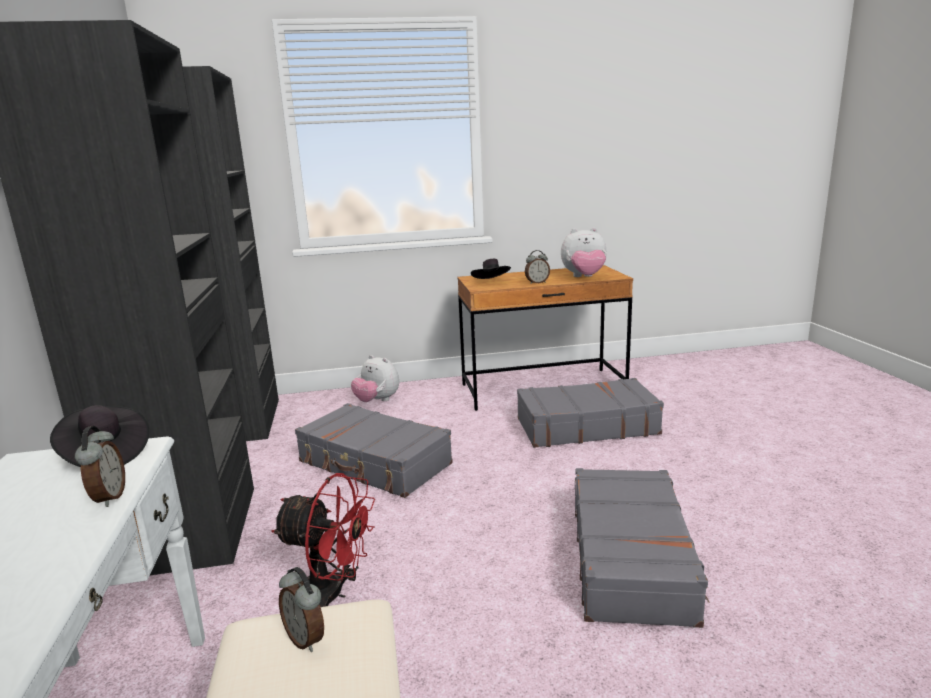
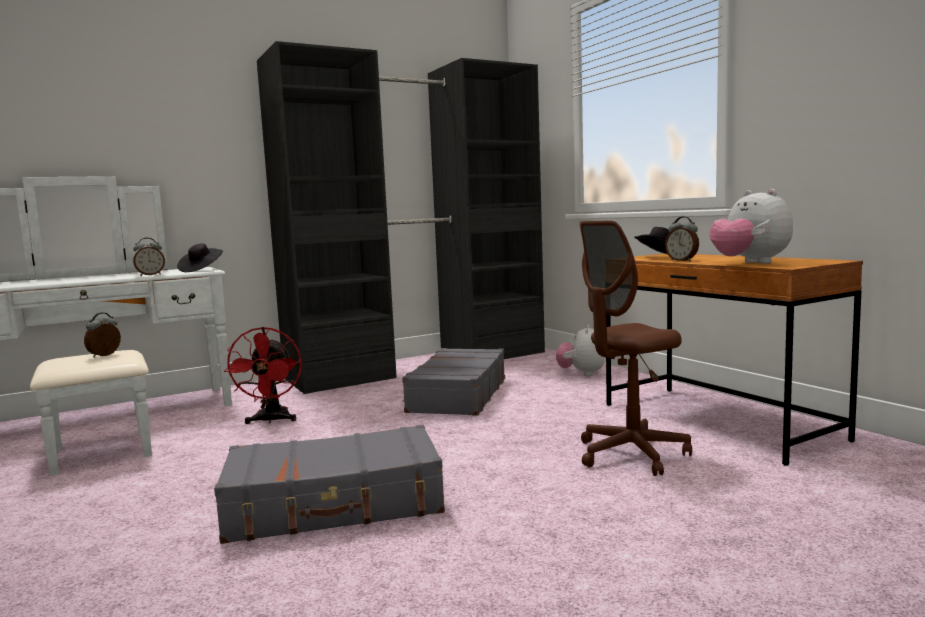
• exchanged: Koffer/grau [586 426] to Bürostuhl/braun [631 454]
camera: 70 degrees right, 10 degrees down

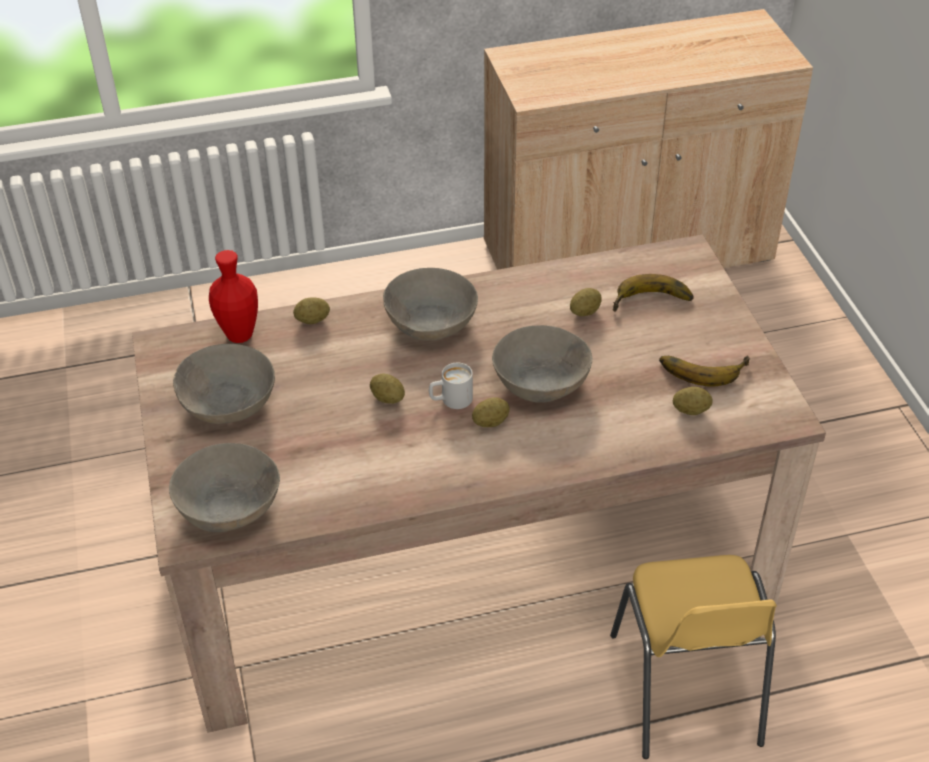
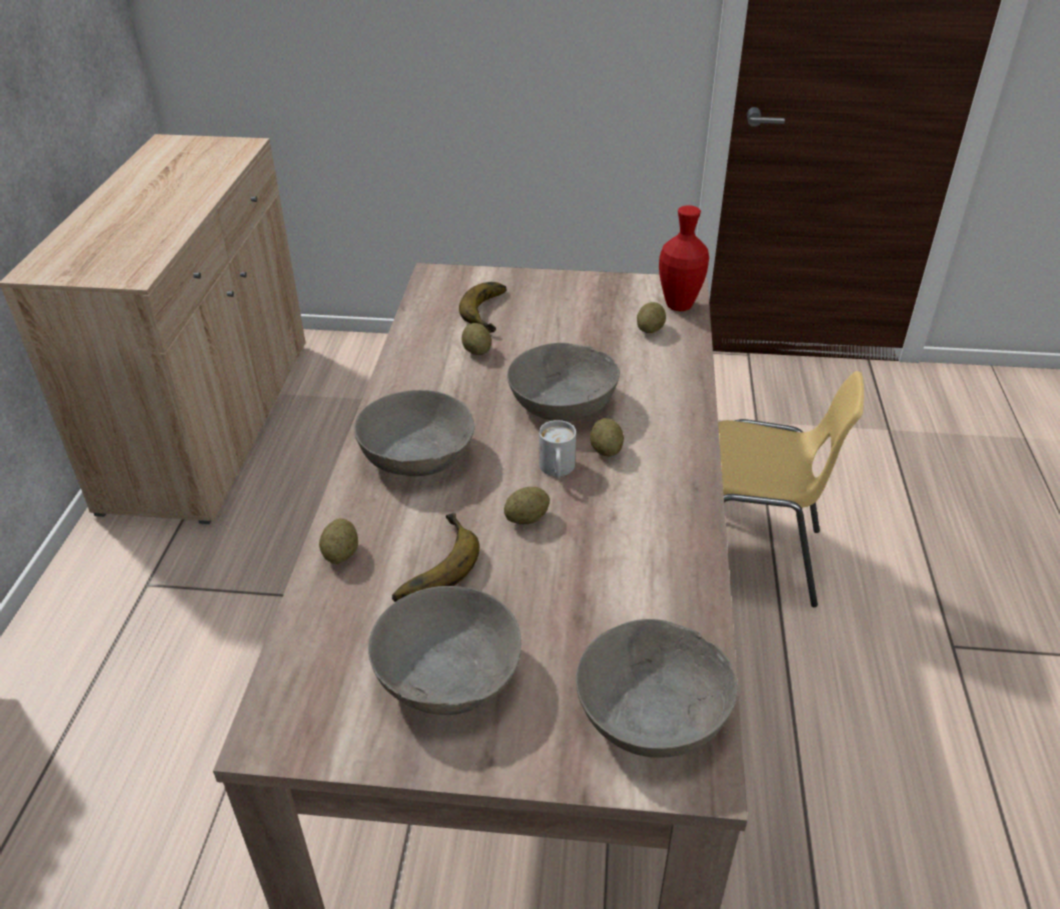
• relocated: Vase/rot [239 335] to [679 305]
• relocated: Banane [702 367] to [429 565]
camera: 70 degrees left, 5 degrees down

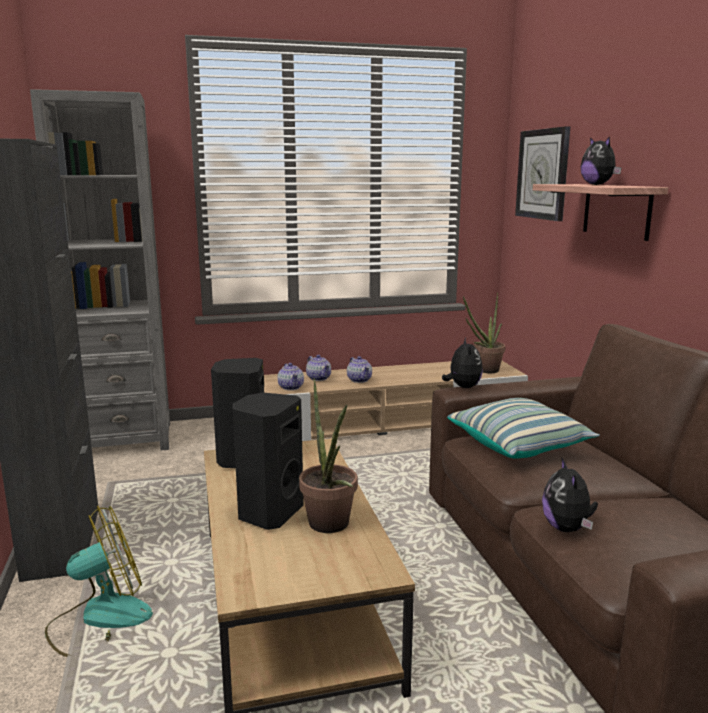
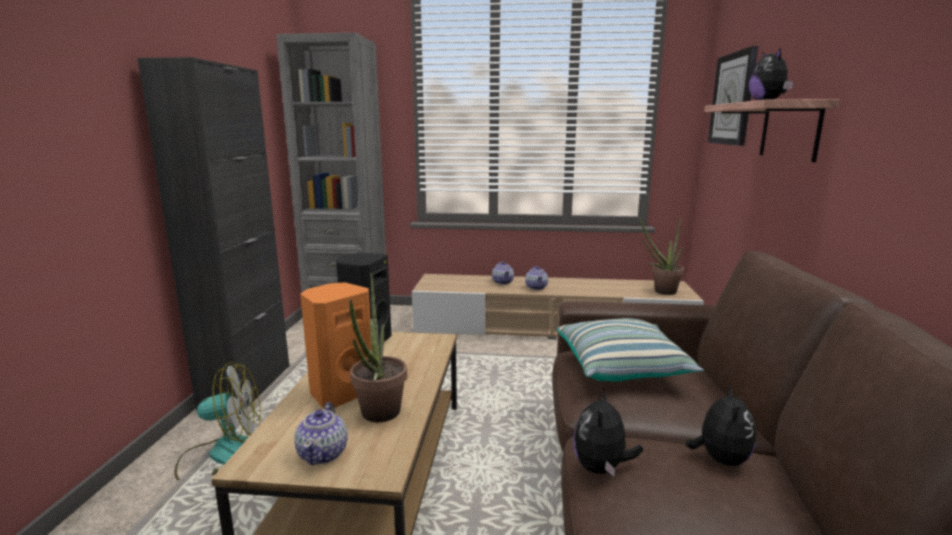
• colour: Lautsprecher/schwarz [268 513] to Lautsprecher/orange [341 393]
• relocated: Teekanne [291 387] to [323 453]
• relocated: Plüschtier [462 387] to [719 459]
camera: 20 degrees right, 0 degrees up

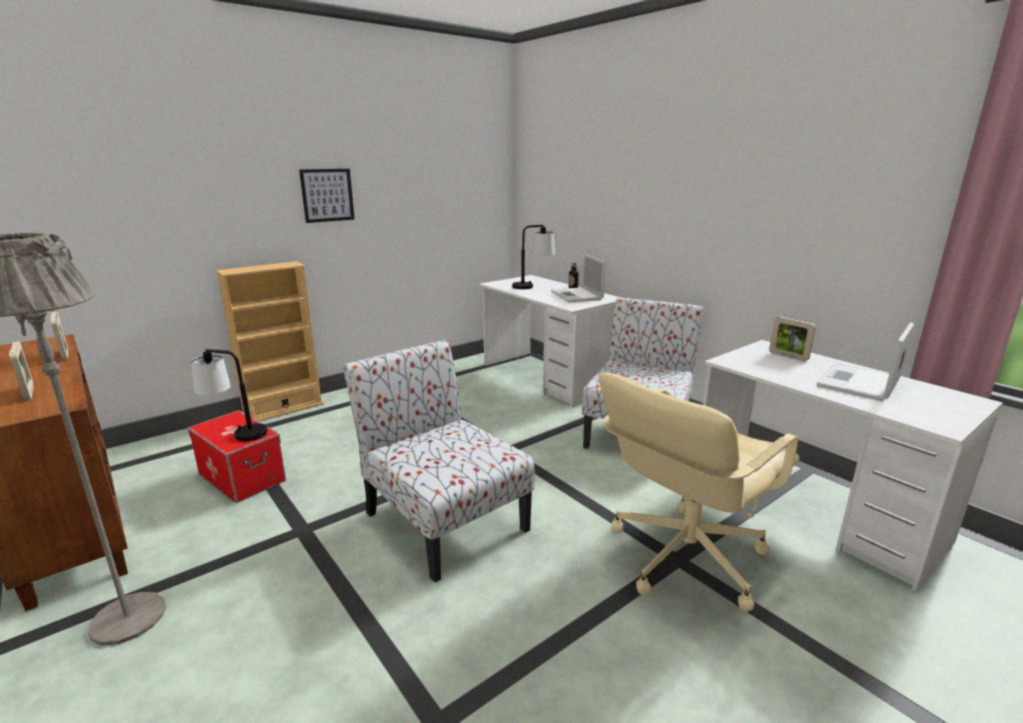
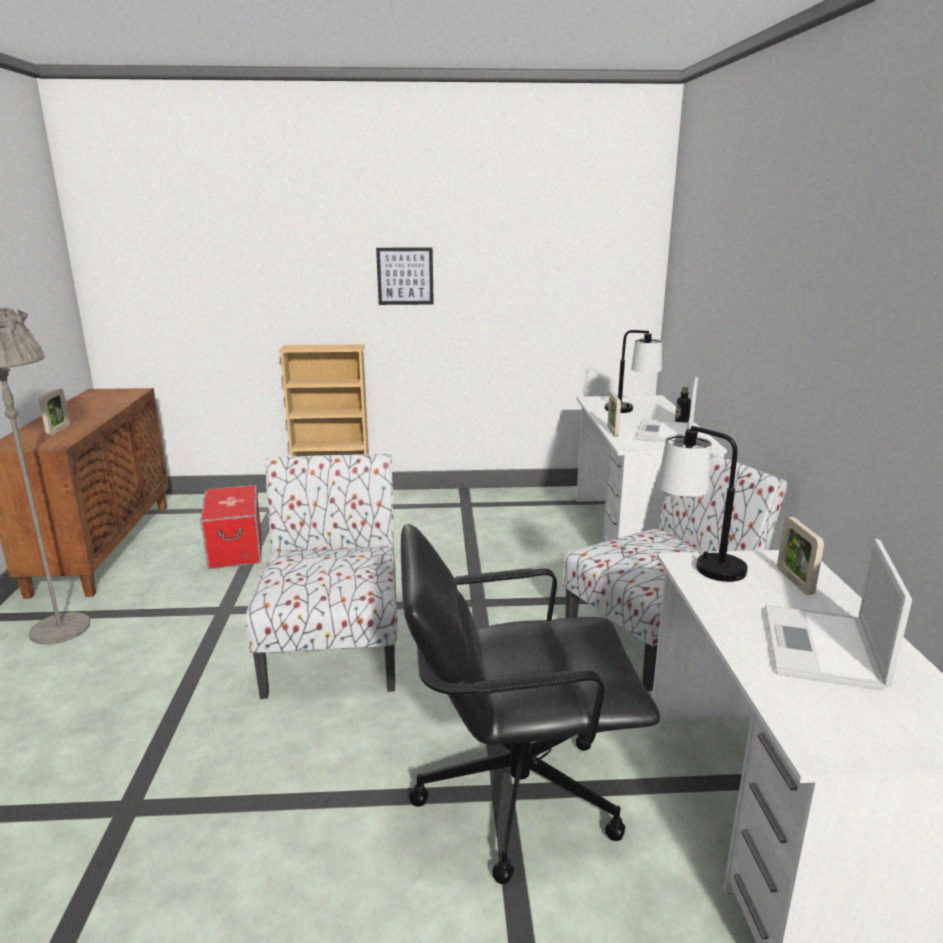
• relocated: Bilderrahmen [65 355] to [612 431]
• relocated: Tischlampe [236 434] to [697 564]
• colour: Bürostuhl/beige [684 556] to Bürostuhl/schwarz [515 793]
• spun: Laptop [858 383] = [823 649] 60 degrees counterclockwise
camera: 35 degrees right, 0 degrees up

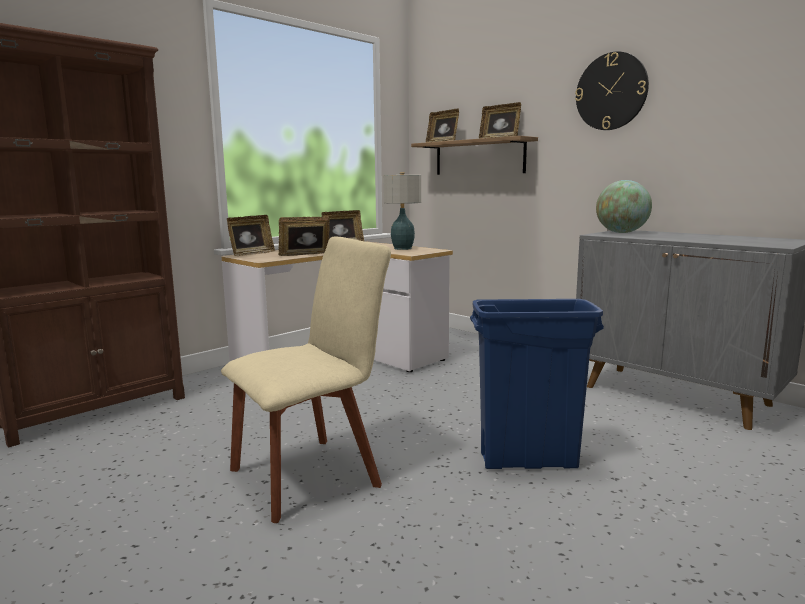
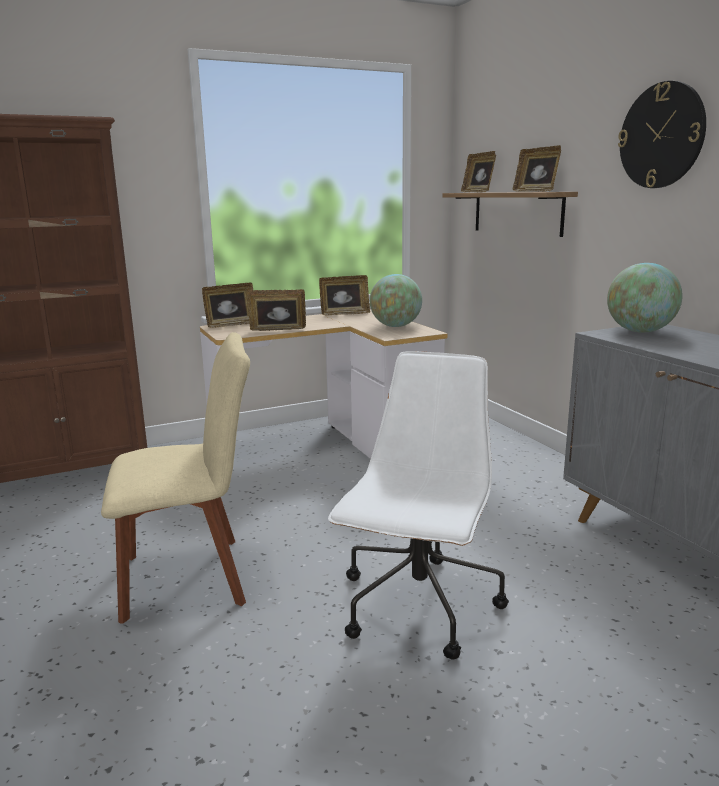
• exchanged: Tischlampe [403 248] to Globus [395 326]
• exchanged: Mülleimer/blau [529 461] to Bürostuhl/weiß [419 607]
camera: 20 degrees right, 5 degrees up

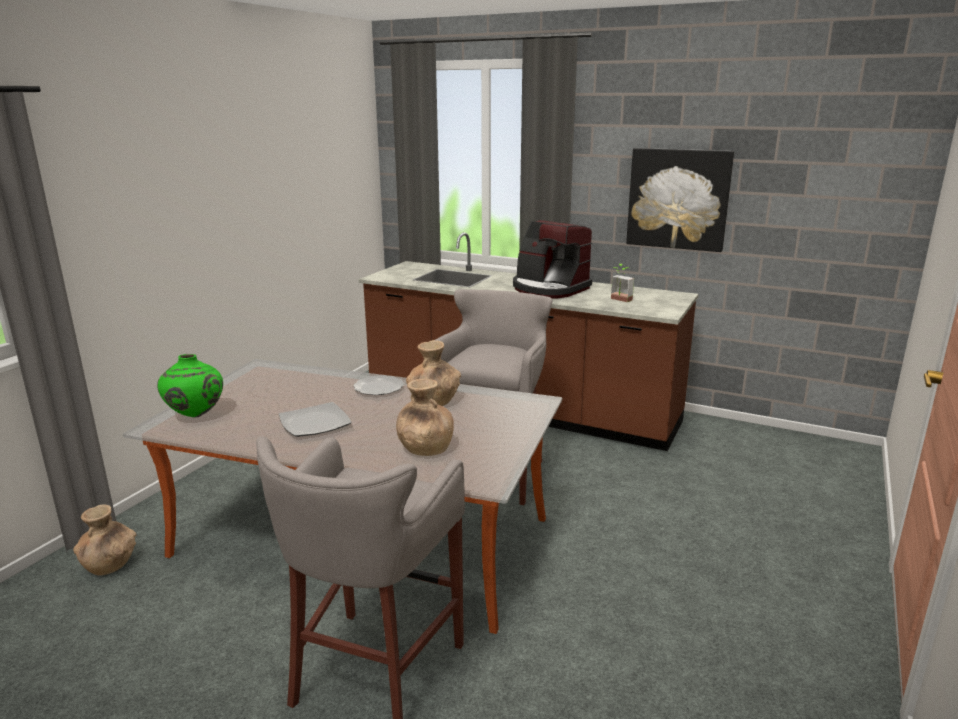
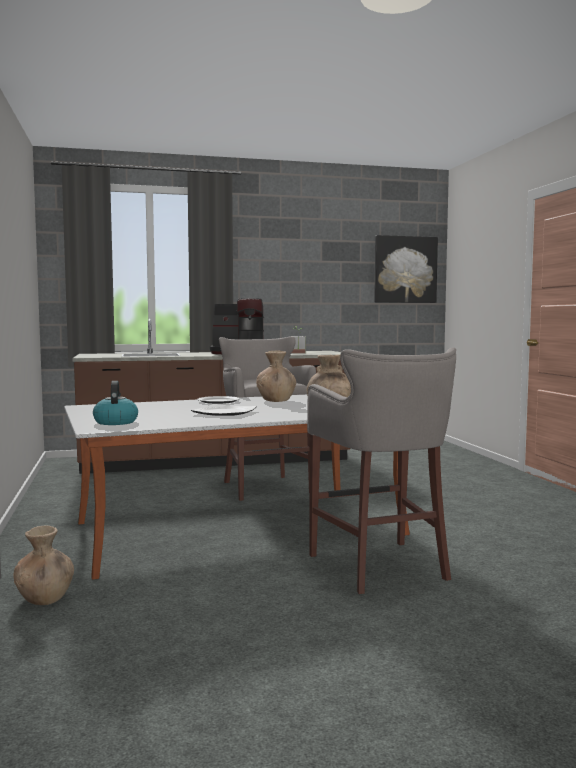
• exchanged: Vase/grün [195 416] to Wasserkessel [115 422]
• relocated: Bild [678 199] to [405 269]
camera: 40 degrees left, 15 degrees down

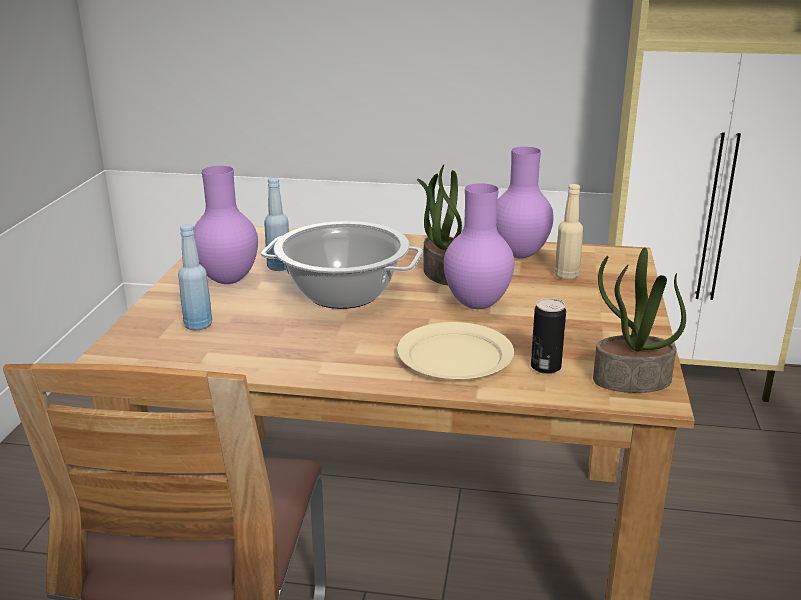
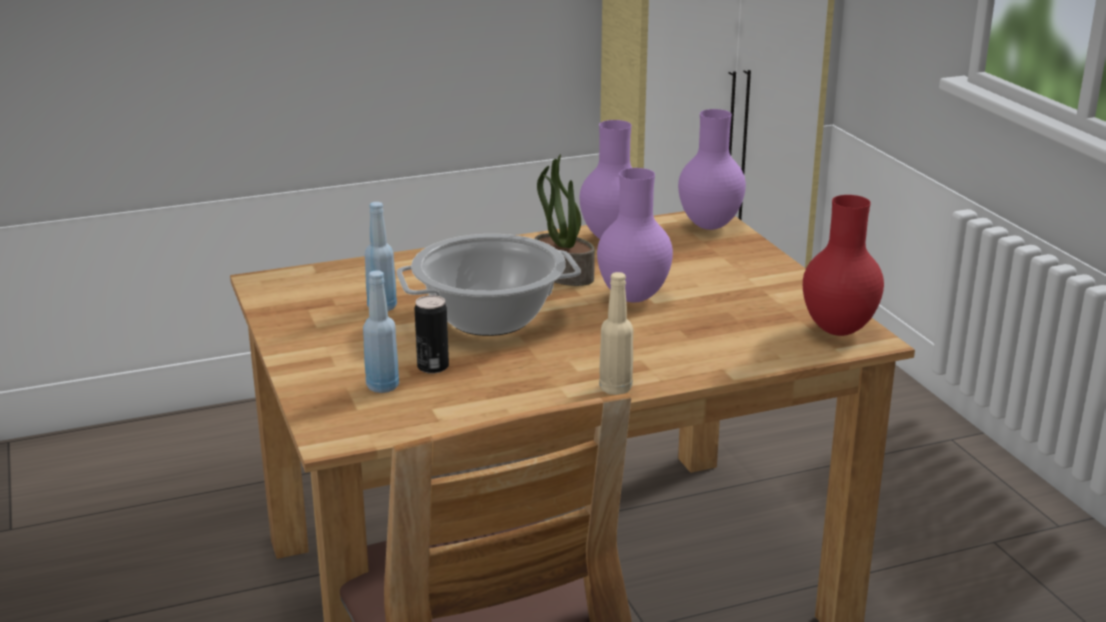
• relocated: Vase/lila [229 281] to [711 226]
• missing: Teller/beige [456 356]
• relocated: Dose [545 367] to [433 367]
• relocated: Flasche/beige [566 276] to [615 388]
• exchanged: Topfpflanze [631 381] to Vase/rot [838 331]
camera: 30 degrees left, 0 degrees up

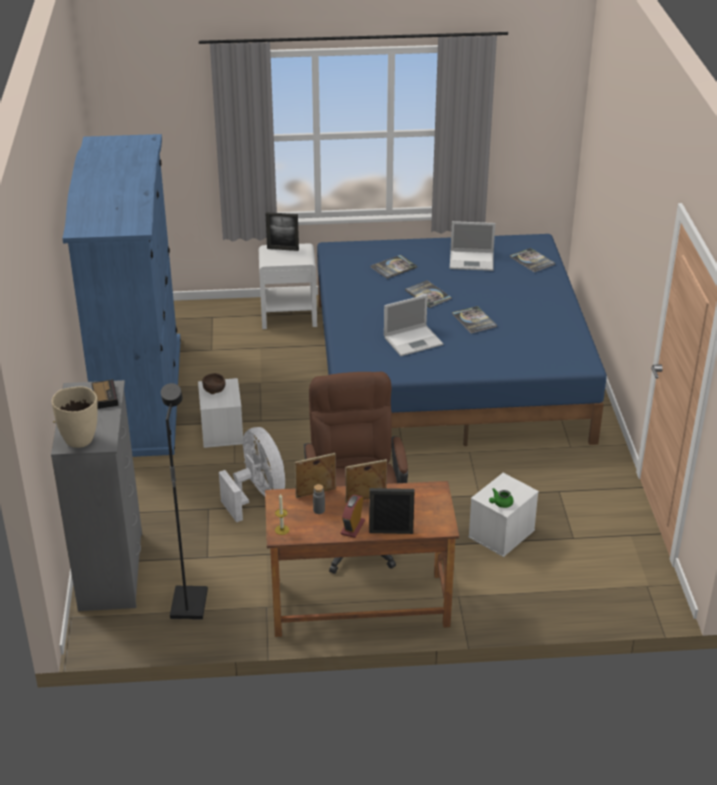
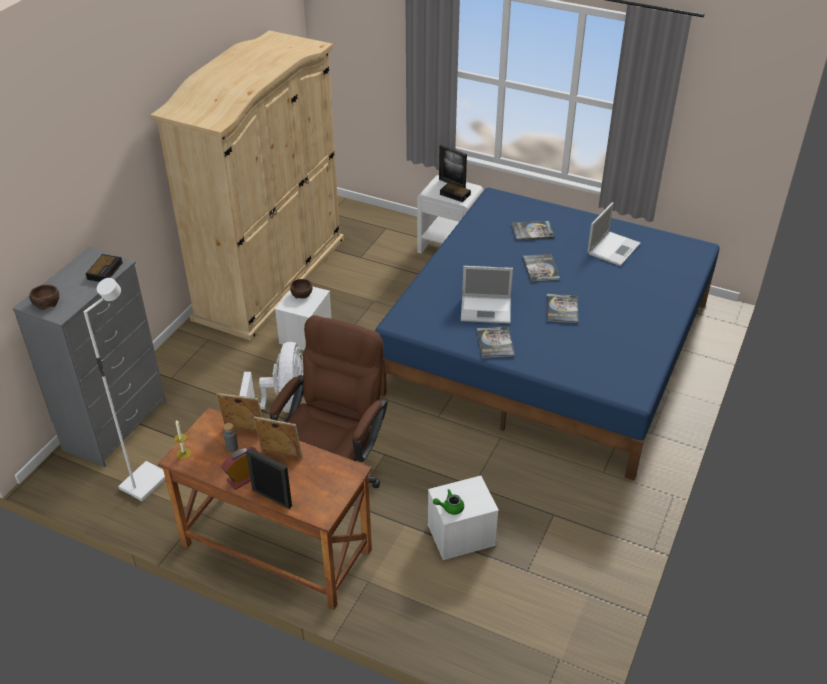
• exchanged: Vase/beige [80 439] to Schüssel/braun [46 303]
• colour: Kleiderschrank/blau [139 395] to Kleiderschrank/beige [270 278]
• colour: Stehlampe/schwarz [188 604] to Stehlampe/weiß [144 482]
• spun: Laptop [472 261] = [614 248] 90 degrees counterclockwise
• relocated: Buch [532 261] to [495 343]
• appeared: Wecker [455 195]
camera: 30 degrees right, 5 degrees up

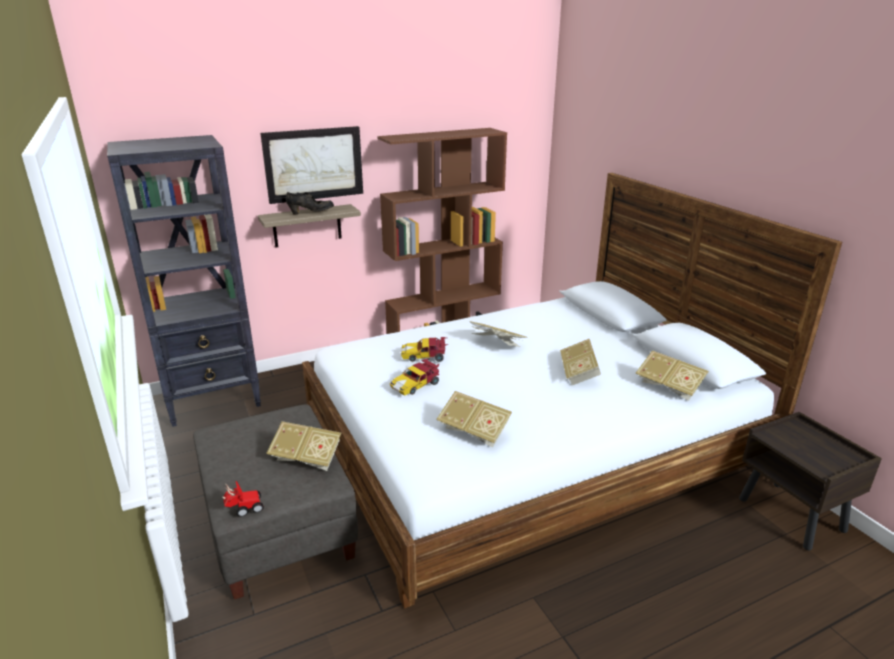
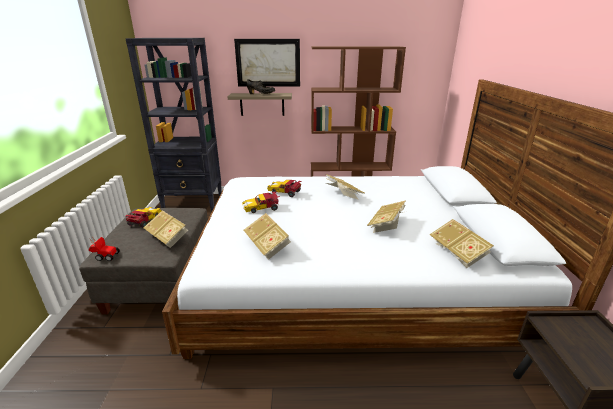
• appeared: Spielzeugauto [144 221]
camera: 25 degrees right, 0 degrees up

